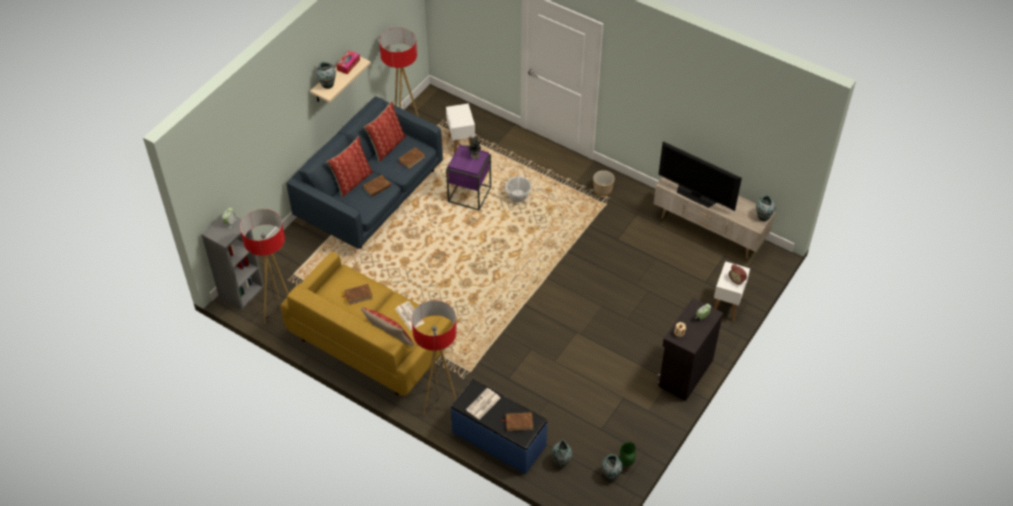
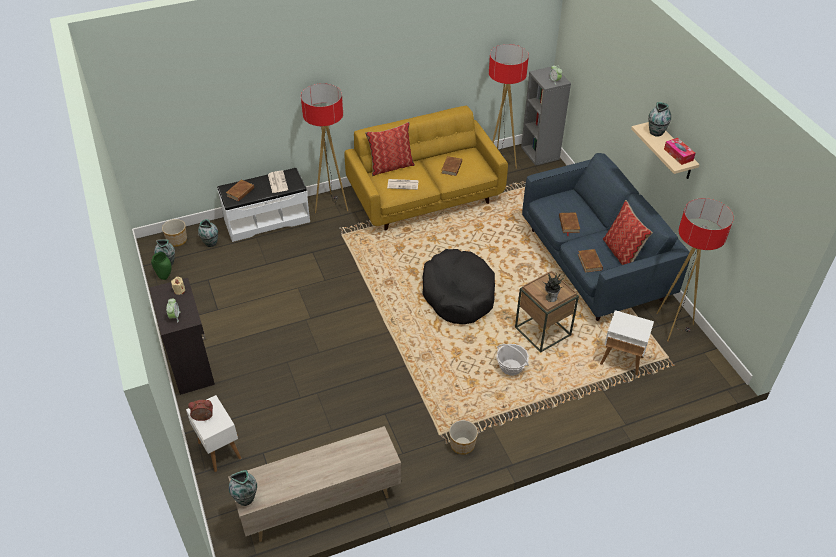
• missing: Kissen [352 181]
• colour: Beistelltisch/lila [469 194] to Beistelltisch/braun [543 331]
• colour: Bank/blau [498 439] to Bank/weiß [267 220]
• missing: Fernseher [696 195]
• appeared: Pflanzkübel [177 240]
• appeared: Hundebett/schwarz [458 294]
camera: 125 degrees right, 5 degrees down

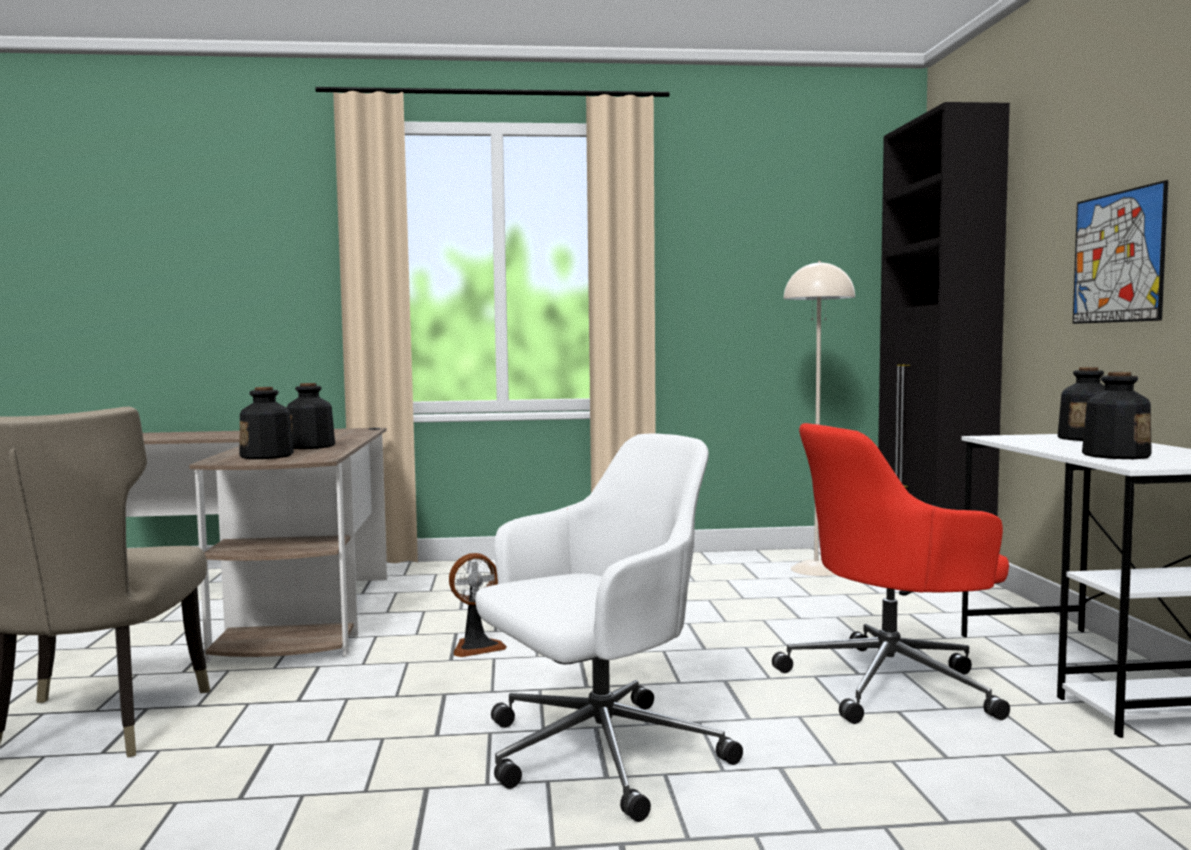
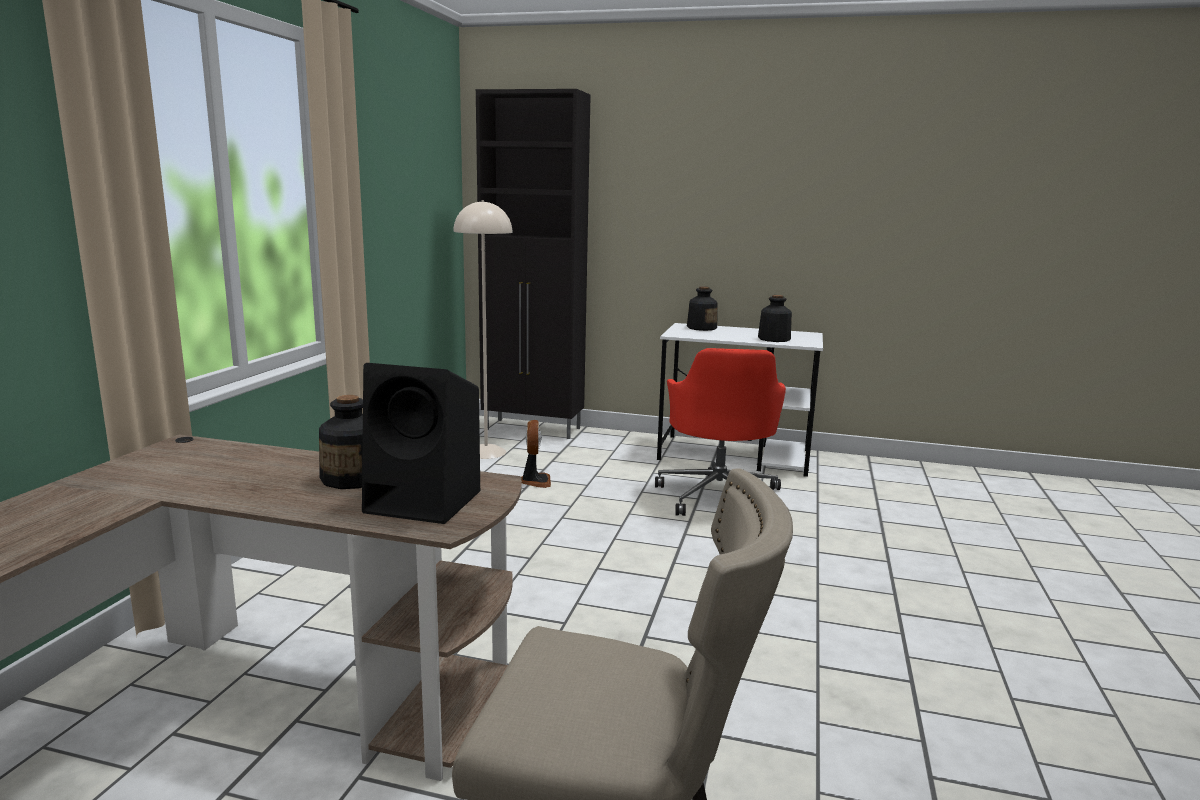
• exchanged: Flasche [267 456] to Lautsprecher/schwarz [427 502]
• relocated: Ventilator [476 647] to [535 481]
• missing: Bürostuhl/weiß [597 755]
• missing: Bild [1118 257]
camera: 70 degrees left, 10 degrees up

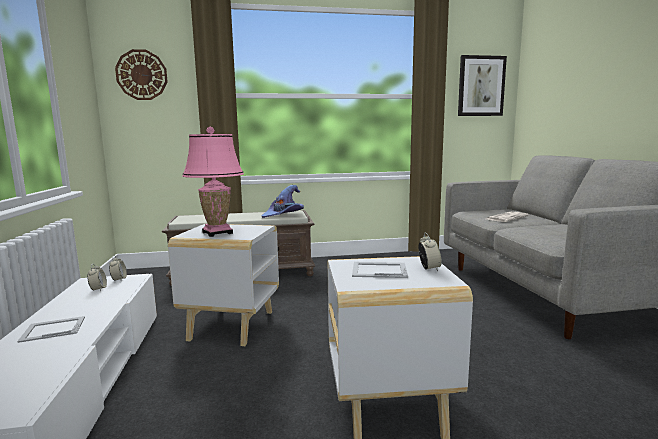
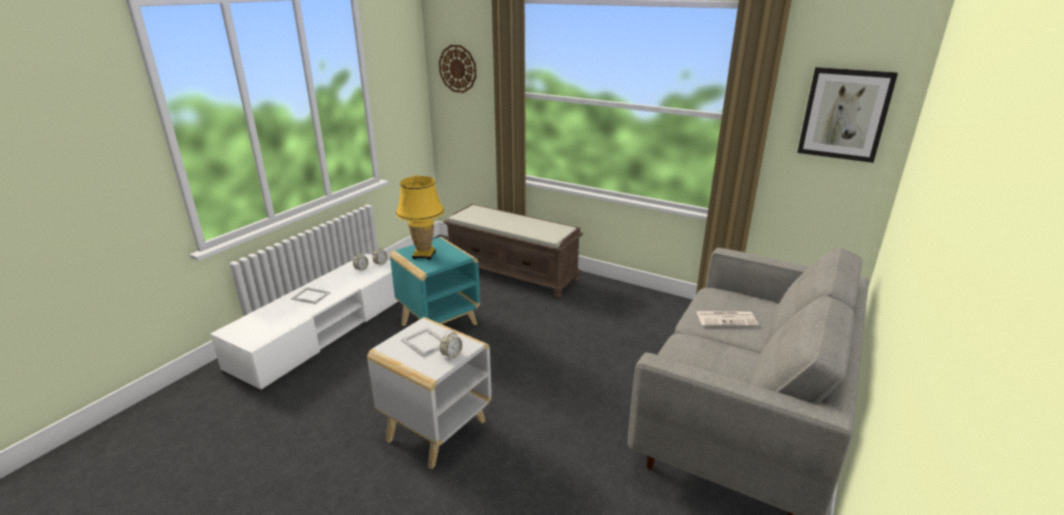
• colour: Beistelltisch/weiß [232 324] to Beistelltisch/türkis [440 323]
• colour: Tischlampe/rosa [217 233] to Tischlampe/gelb [424 255]
• missing: Hut/lila [284 215]
camera: 40 degrees right, 15 degrees up

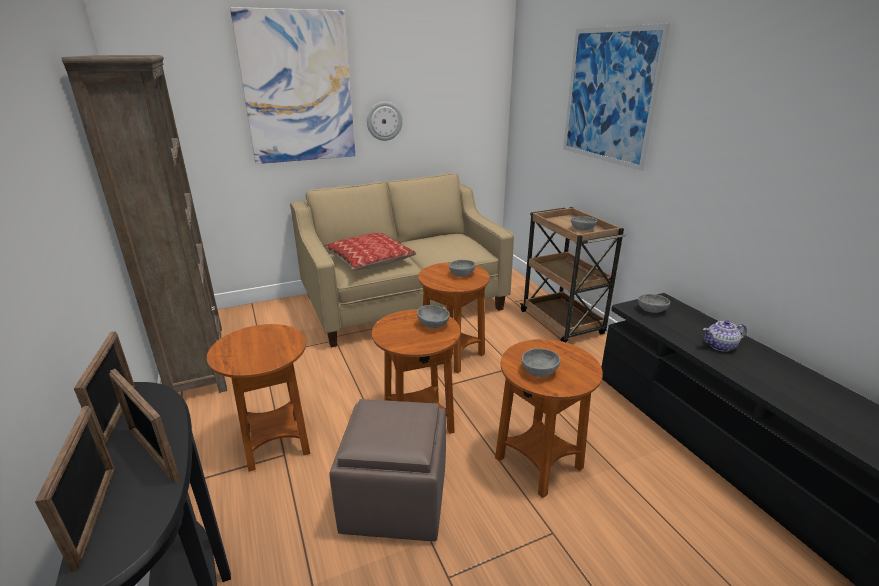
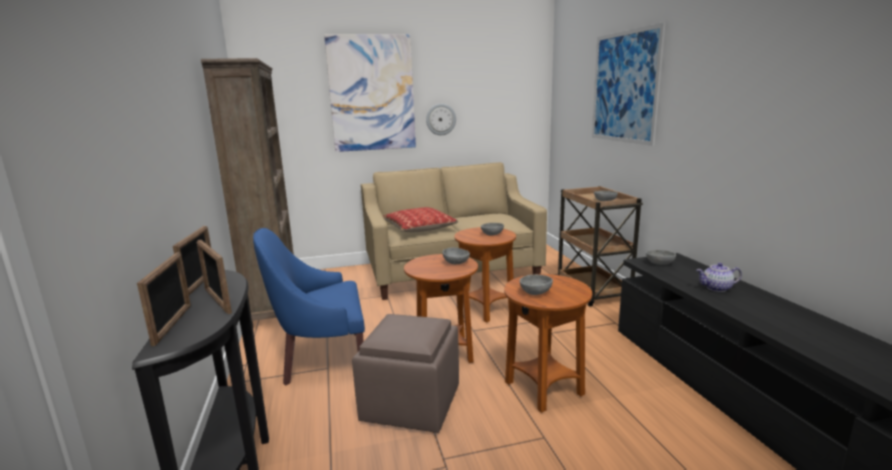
• exchanged: Beistelltisch/braun [275 442] to Sessel/blau [322 359]
camera: 10 degrees right, 10 degrees down

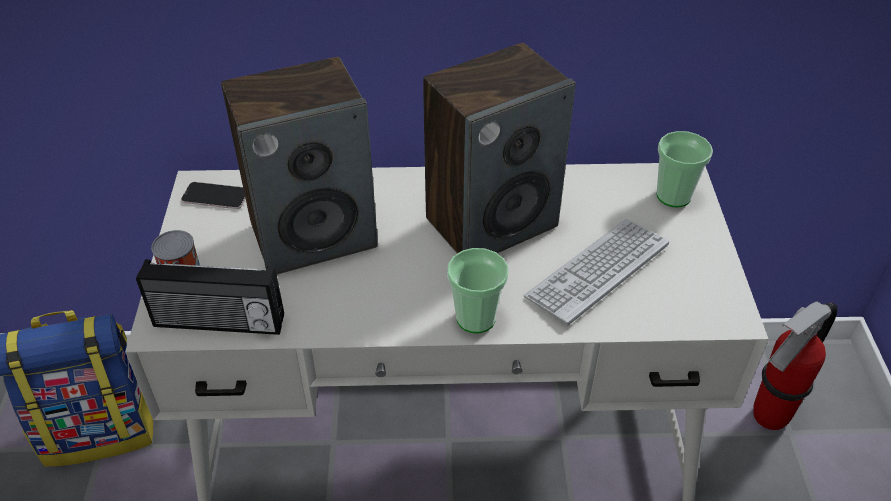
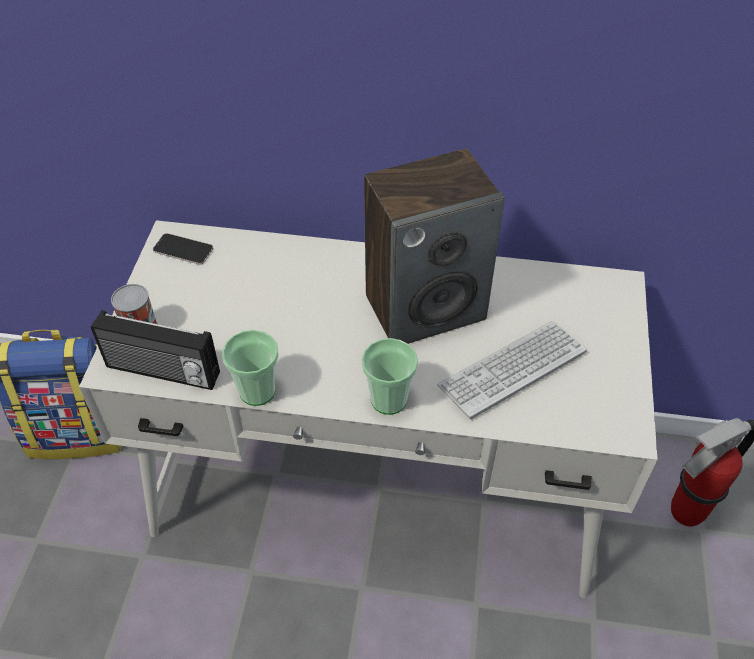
• missing: Lautsprecher [314 235]
• relocated: Tasse [673 196] to [257 391]
camera: 10 degrees right, 5 degrees up

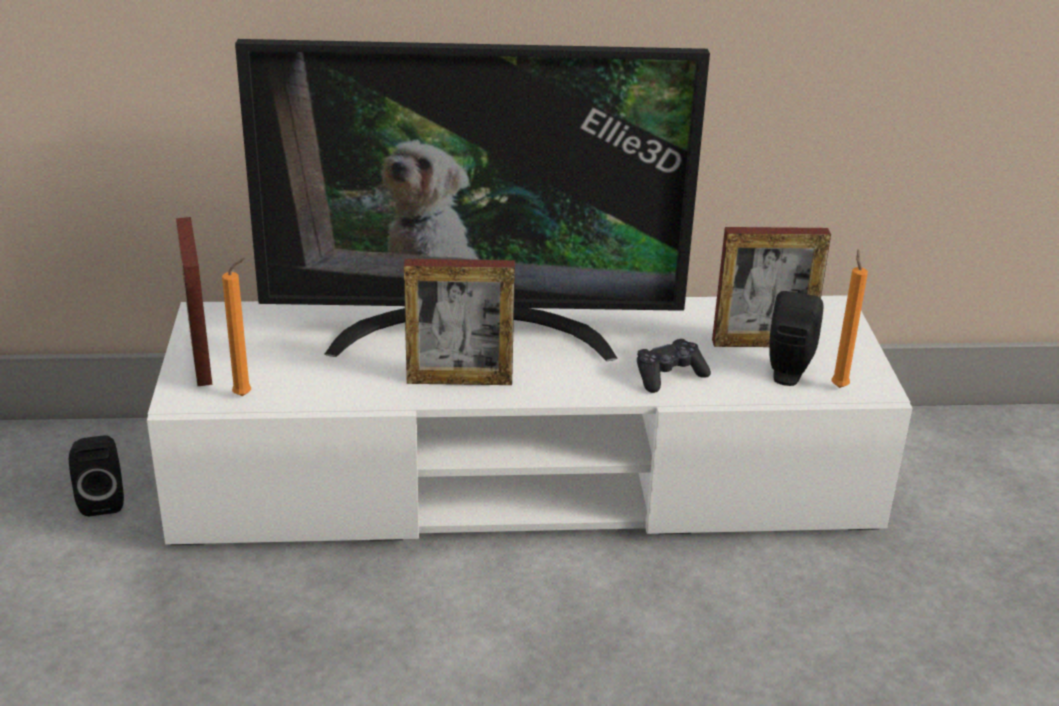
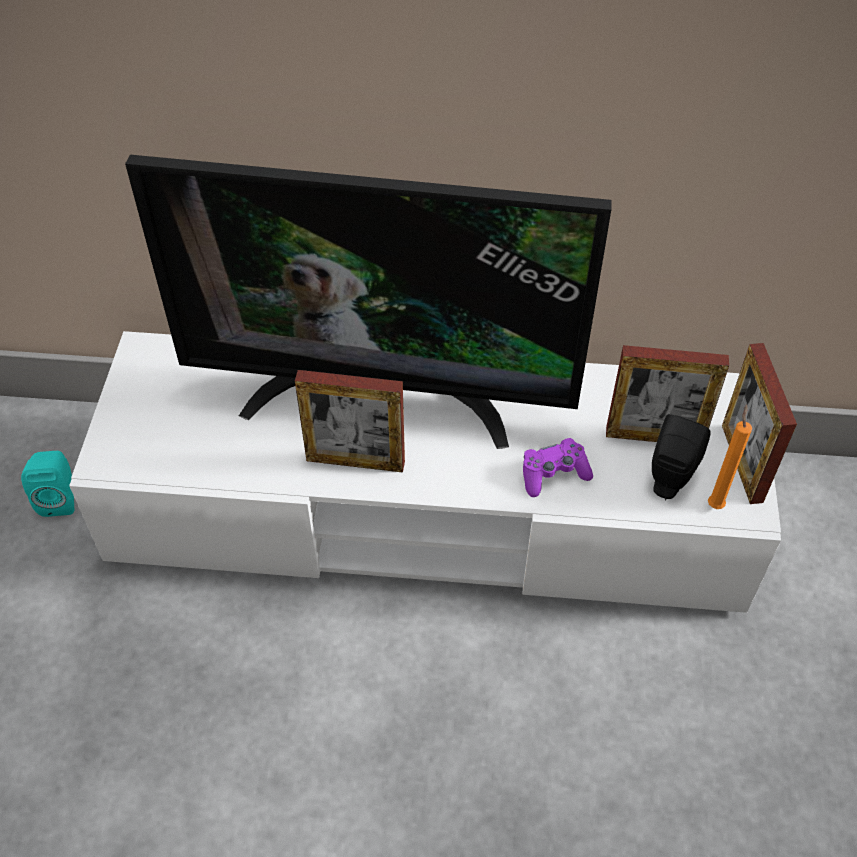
• colour: Lautsprecher/schwarz [102 500] to Lautsprecher/türkis [60 498]
• relocated: Bilderrahmen [200 357] to [742 463]
• missing: Kerze/orange [245 395]
• colour: Gamepad/schwarz [669 376] to Gamepad/lila [553 474]
camera: 10 degrees right, 20 degrees up

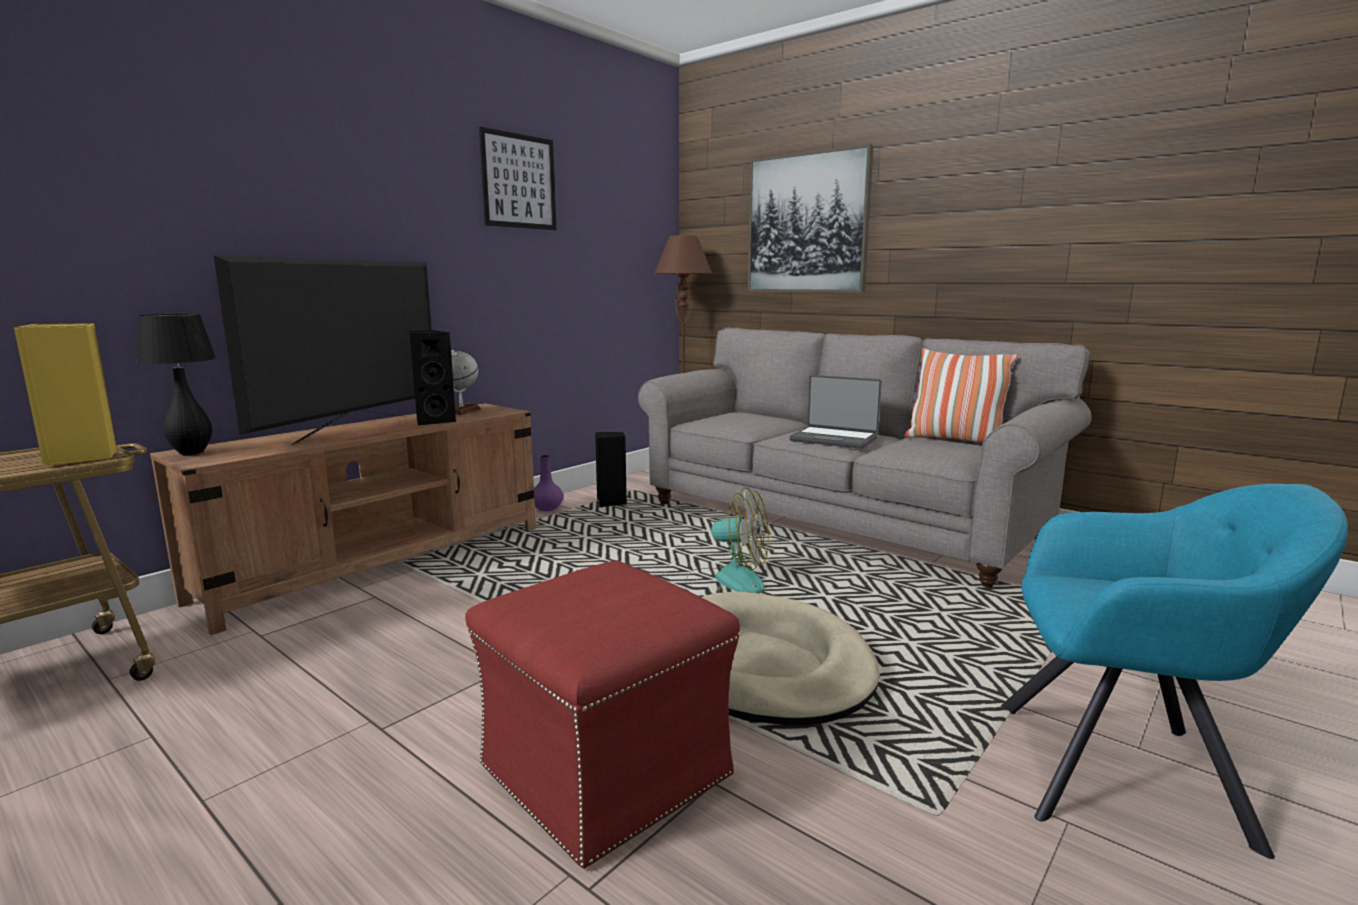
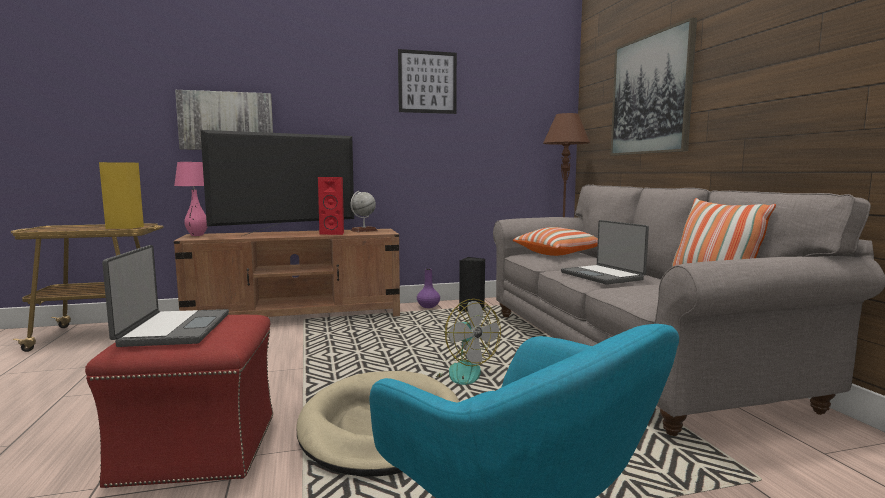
• colour: Tischlampe/schwarz [191 453] to Tischlampe/rosa [197 235]
• colour: Lautsprecher/schwarz [434 421] to Lautsprecher/rot [334 233]
• appeared: Laptop [173 329]
• appeared: Bild [226 121]
• appeared: Kissen [558 253]
camera: 35 degrees right, 5 degrees down

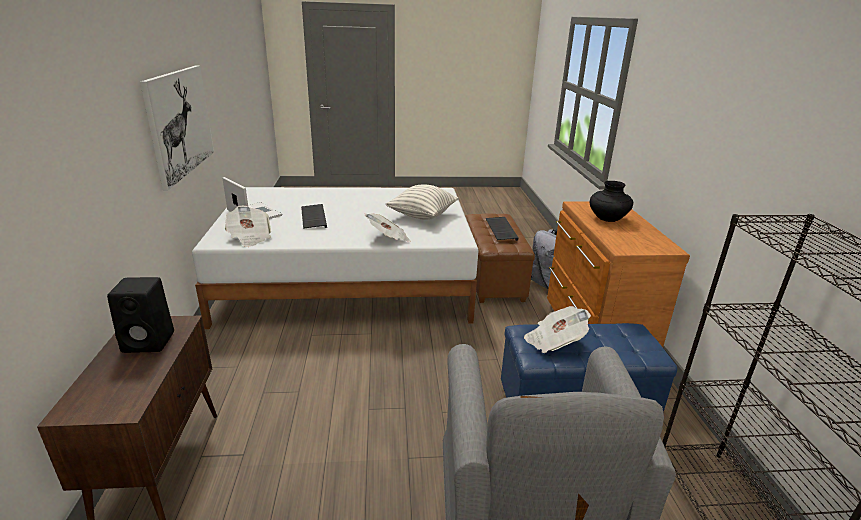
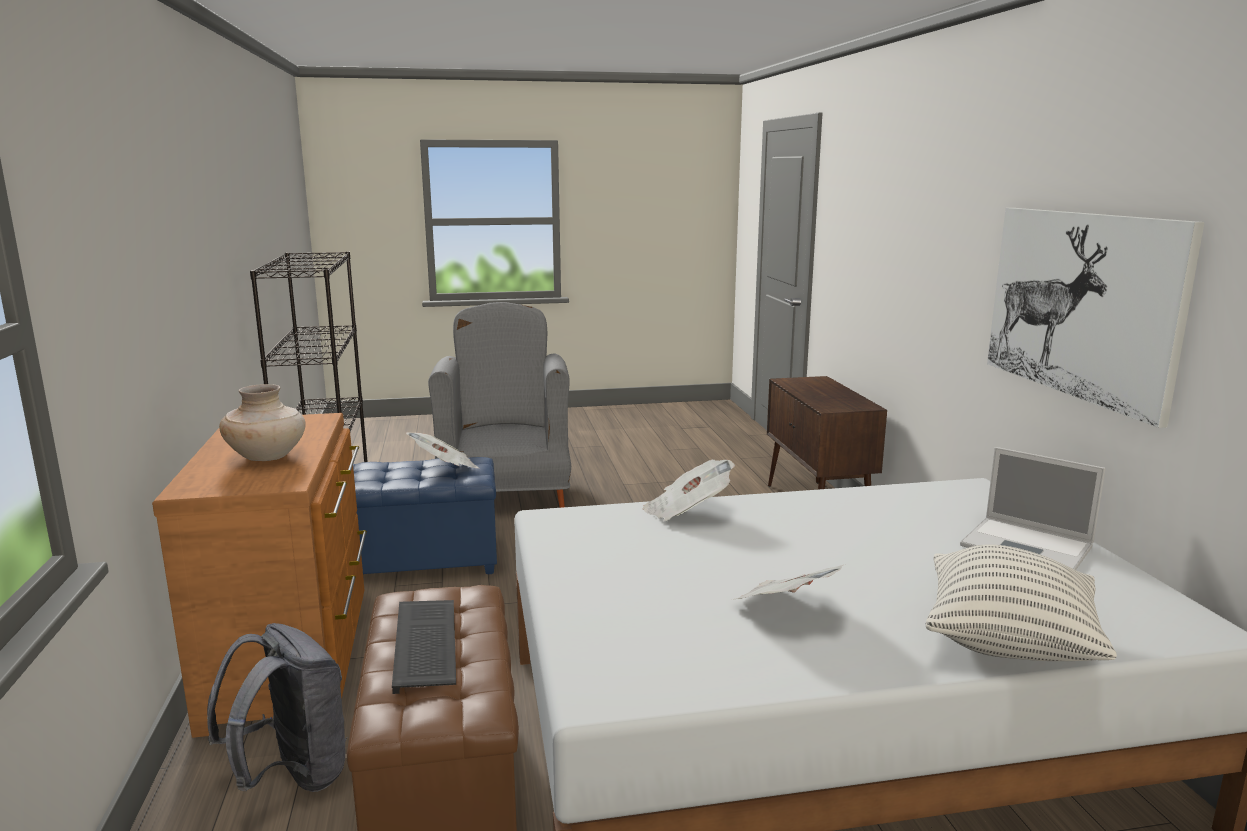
• missing: Lautsprecher/schwarz [150 342]
• relocated: Zeitung [250 237] to [787 609]
• missing: Tastatur [312 217]
• relocated: Kissen [422 216] to [1008 642]
• colour: Vase/schwarz [607 219] to Vase/beige [267 457]
camera: 175 degrees right, 10 degrees down

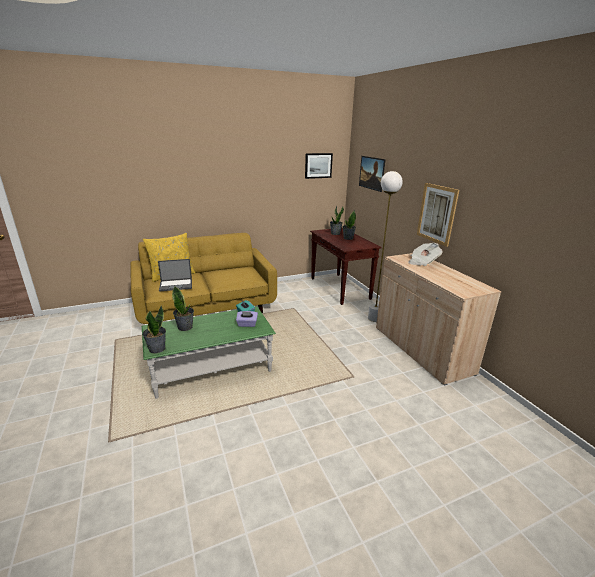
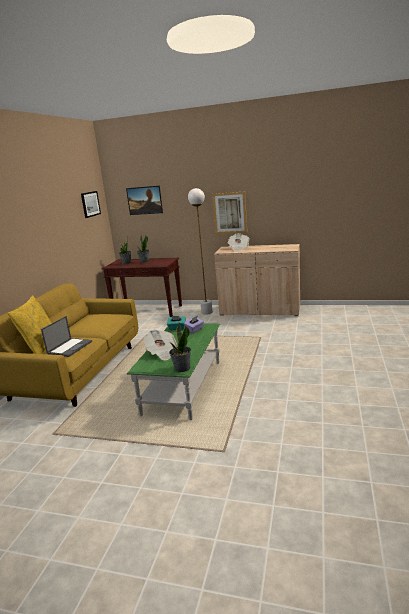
• exchanged: Topfpflanze [185 327] to Zeitung [162 353]
camera: 50 degrees left, 5 degrees down

